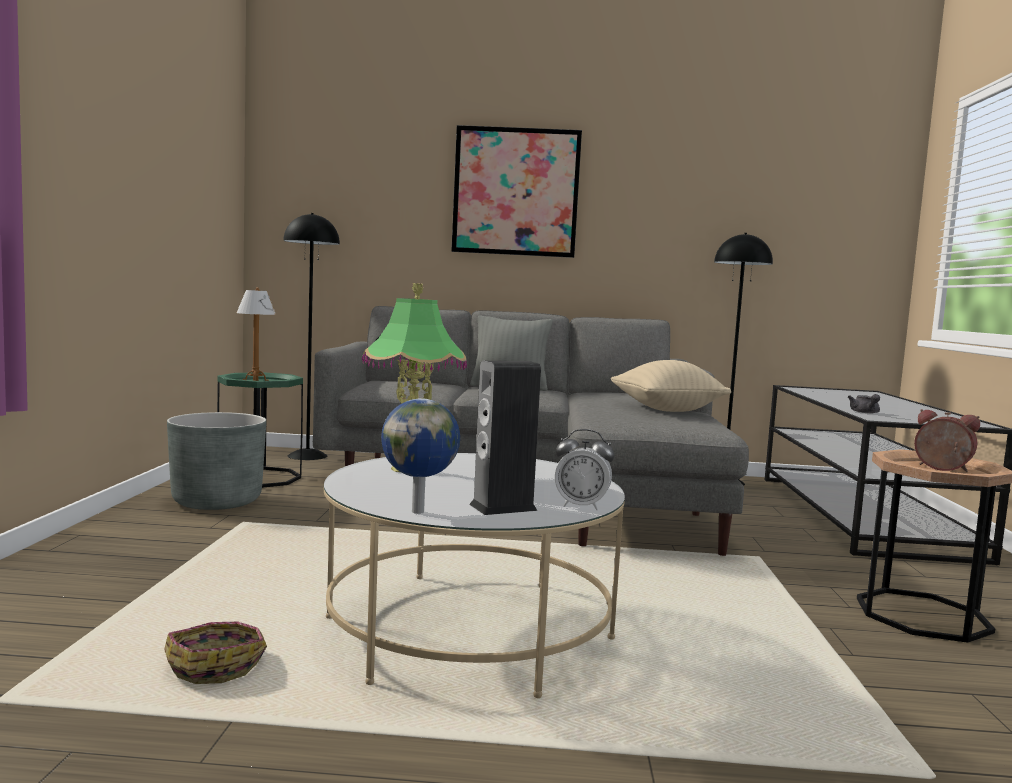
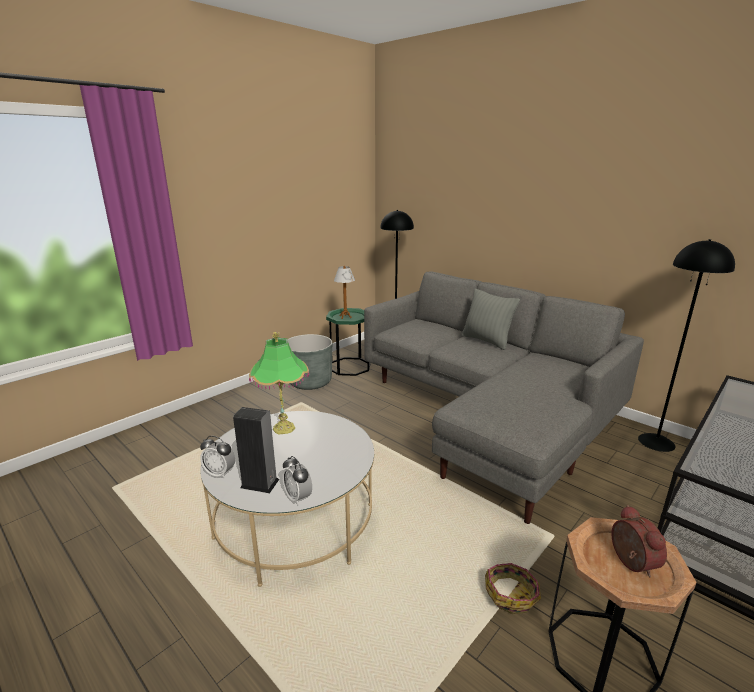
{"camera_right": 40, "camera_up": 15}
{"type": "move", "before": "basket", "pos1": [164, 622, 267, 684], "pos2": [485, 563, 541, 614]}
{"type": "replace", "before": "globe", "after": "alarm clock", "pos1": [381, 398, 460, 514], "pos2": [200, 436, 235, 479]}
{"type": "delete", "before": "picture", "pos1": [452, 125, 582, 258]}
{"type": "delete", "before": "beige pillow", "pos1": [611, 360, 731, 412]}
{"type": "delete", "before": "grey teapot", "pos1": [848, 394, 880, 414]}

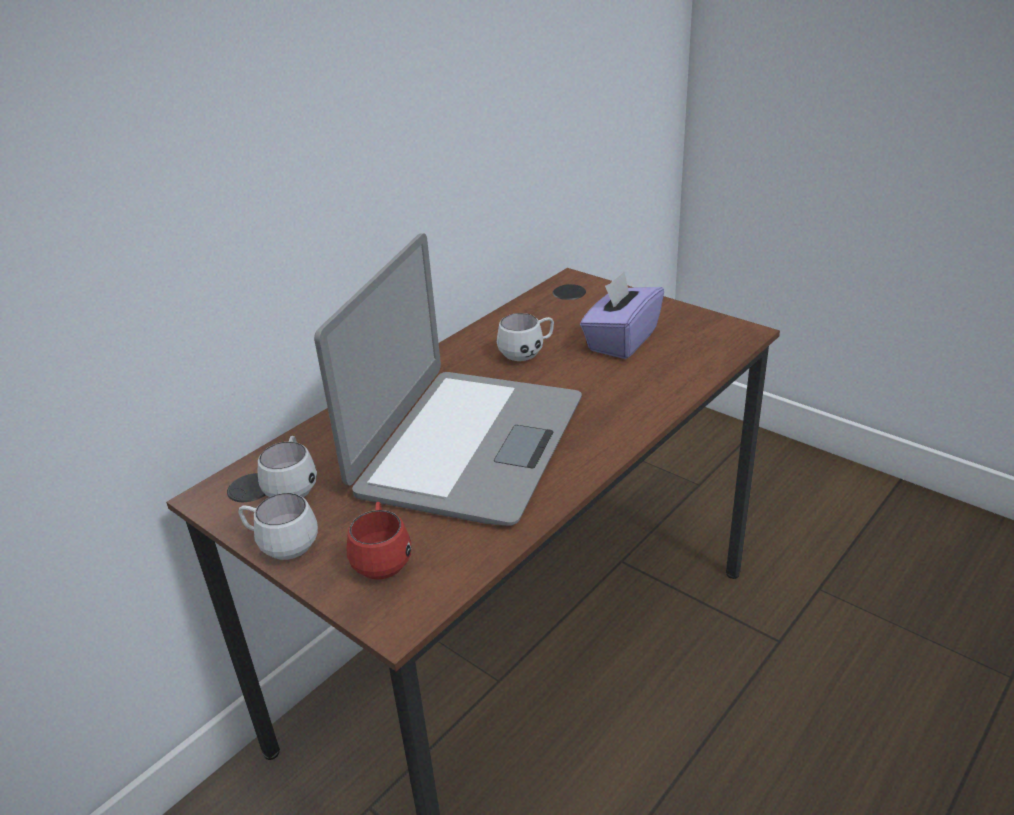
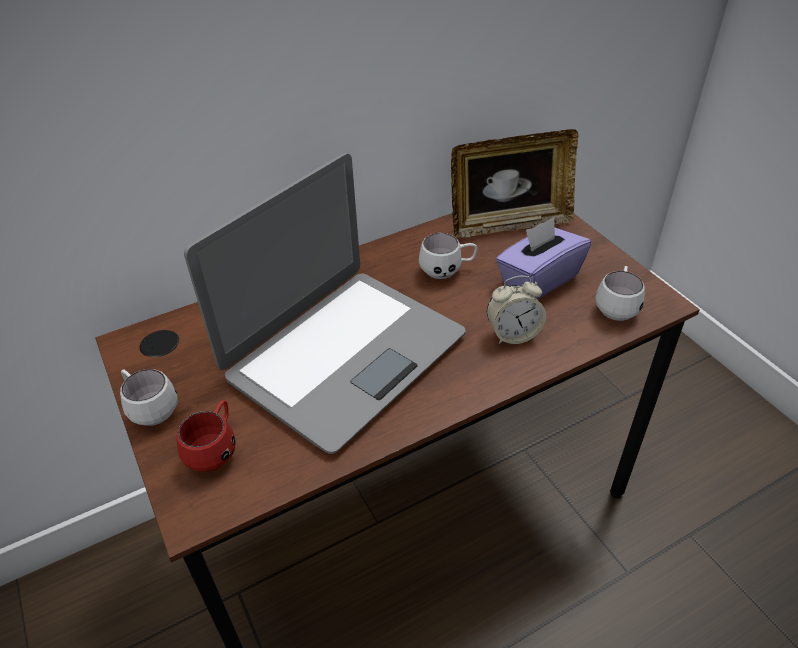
{"camera_right": 20, "camera_up": 10}
{"type": "move", "before": "white mug", "pos1": [258, 436, 317, 498], "pos2": [596, 266, 645, 321]}
{"type": "insert", "after": "picture frame", "pos2": [451, 129, 578, 238]}
{"type": "insert", "after": "alarm clock", "pos2": [487, 276, 546, 344]}

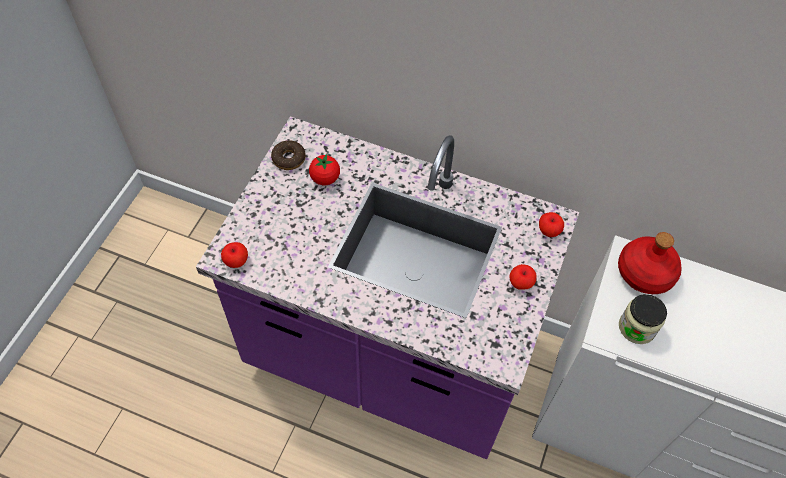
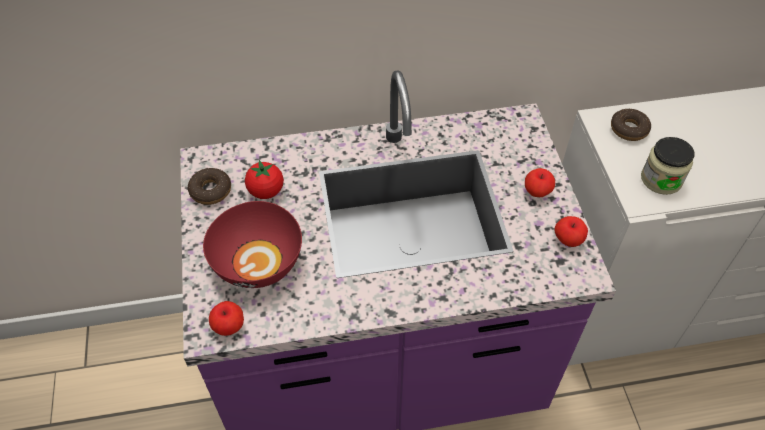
{"camera_right": -30, "camera_up": -5}
{"type": "move", "before": "apple", "pos1": [539, 212, 564, 237], "pos2": [555, 216, 588, 247]}
{"type": "replace", "before": "red bottle", "after": "donut", "pos1": [618, 232, 682, 294], "pos2": [611, 109, 651, 141]}
{"type": "insert", "after": "red bowl", "pos2": [203, 201, 302, 288]}

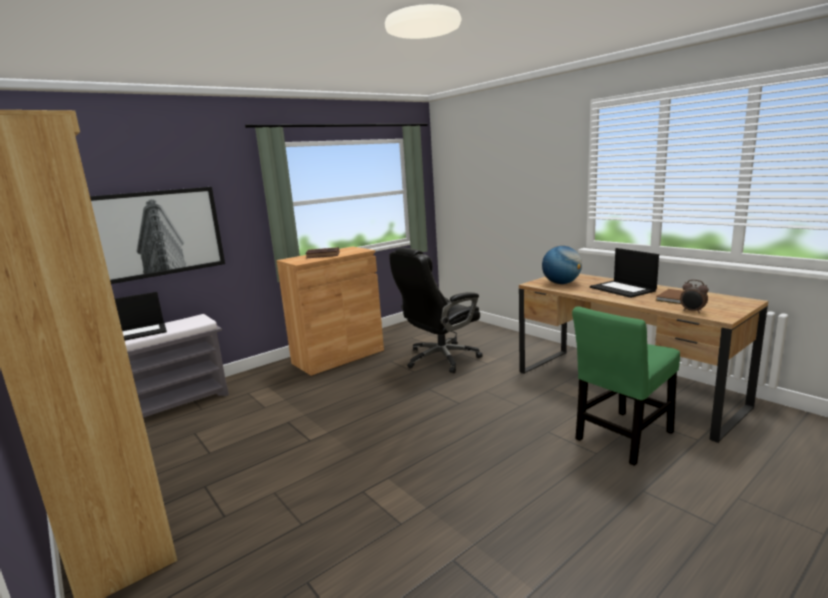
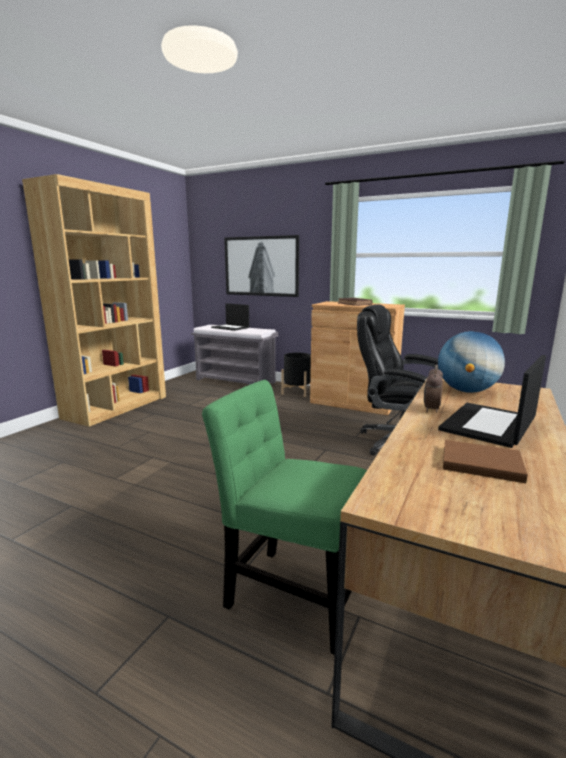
{"camera_right": 65, "camera_up": 0}
{"type": "move", "before": "alarm clock", "pos1": [680, 279, 709, 313], "pos2": [424, 365, 443, 412]}
{"type": "insert", "after": "black planter", "pos2": [281, 353, 311, 397]}

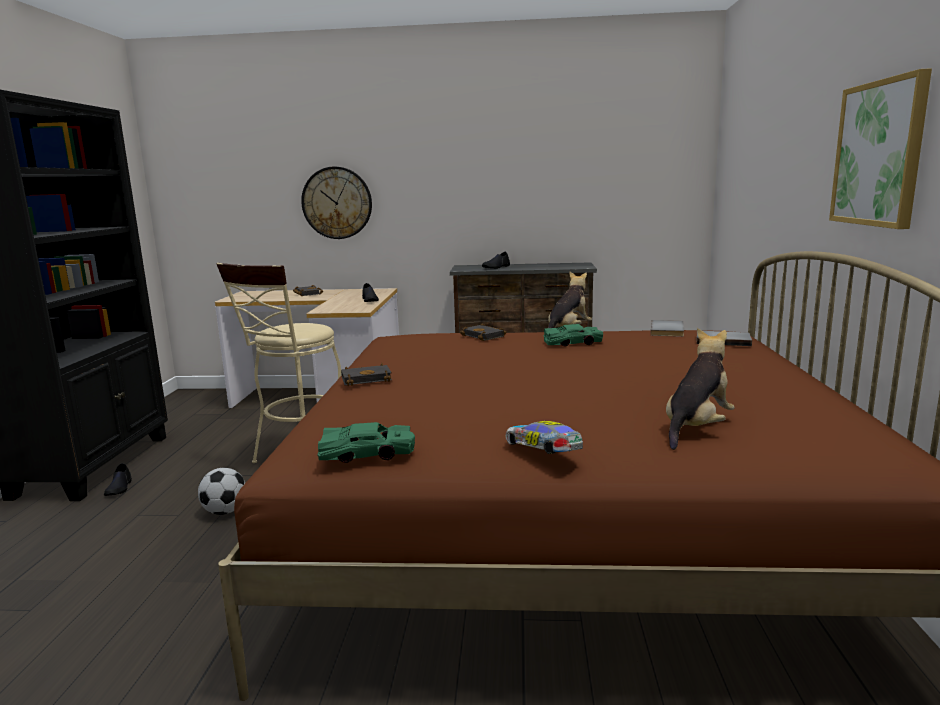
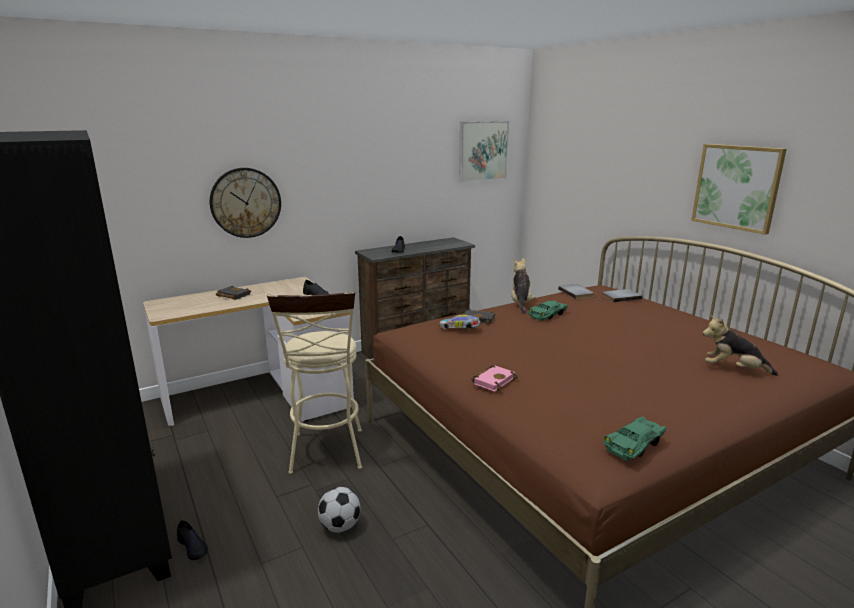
{"camera_right": -35, "camera_up": 5}
{"type": "recolor", "before": "black book", "after": "pink book", "pos1": [341, 363, 392, 386], "pos2": [471, 365, 518, 392]}
{"type": "move", "before": "toy car", "pos1": [506, 421, 583, 454], "pos2": [439, 315, 480, 329]}
{"type": "rotate", "before": "plush toy", "pos1": [666, 328, 735, 450], "pos2": [702, 314, 778, 376], "turn": -75}
{"type": "insert", "after": "picture", "pos2": [459, 121, 509, 182]}

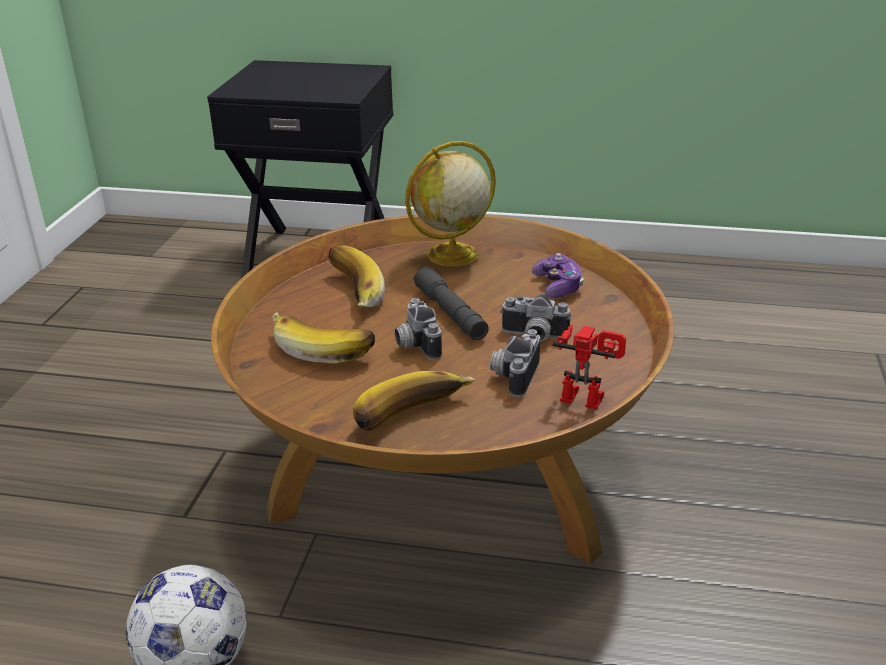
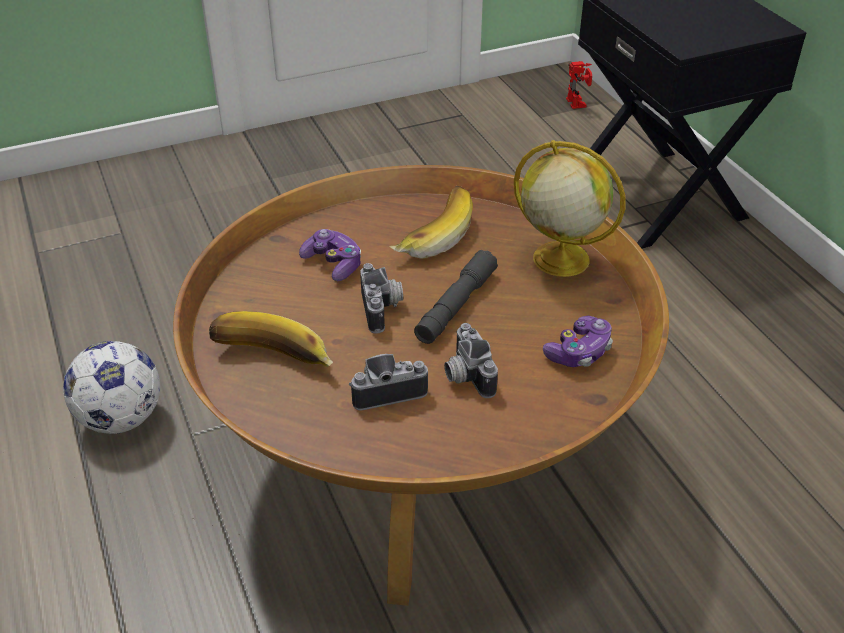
{"camera_right": 55, "camera_up": 10}
{"type": "replace", "before": "banana", "after": "game controller", "pos1": [272, 312, 375, 363], "pos2": [299, 229, 361, 281]}
{"type": "rotate", "before": "photo camera", "pos1": [395, 298, 442, 360], "pos2": [360, 263, 403, 334], "turn": 135}
{"type": "move", "before": "toy robot", "pos1": [553, 325, 626, 409], "pos2": [566, 61, 592, 109]}

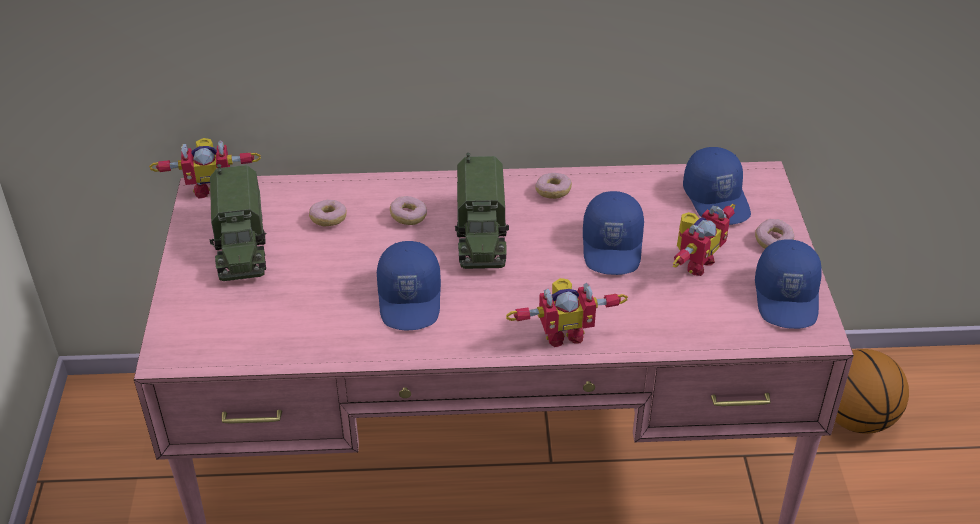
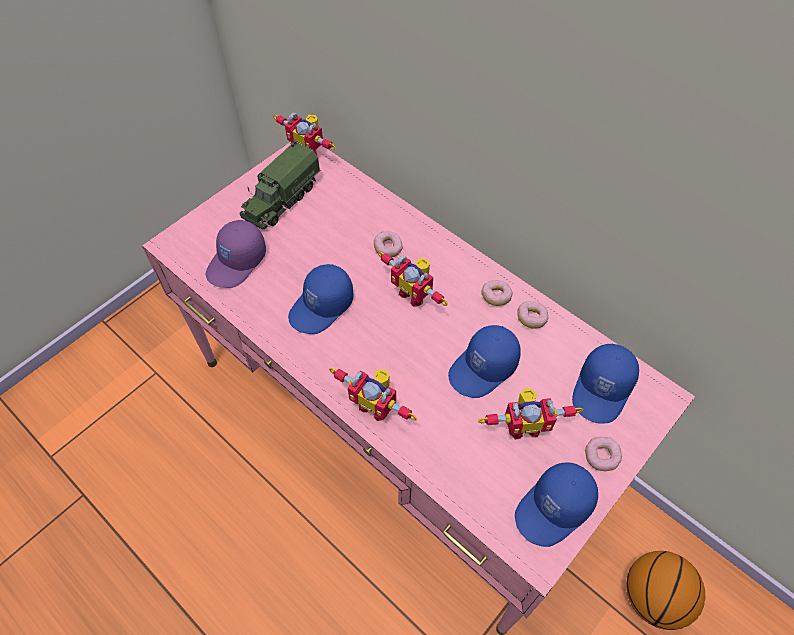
{"camera_right": 45, "camera_up": 15}
{"type": "move", "before": "donut", "pos1": [309, 200, 347, 226], "pos2": [517, 301, 548, 329]}
{"type": "replace", "before": "toy truck", "after": "toy robot", "pos1": [455, 153, 509, 269], "pos2": [378, 252, 448, 307]}
{"type": "insert", "after": "purple cap", "pos2": [206, 220, 266, 288]}

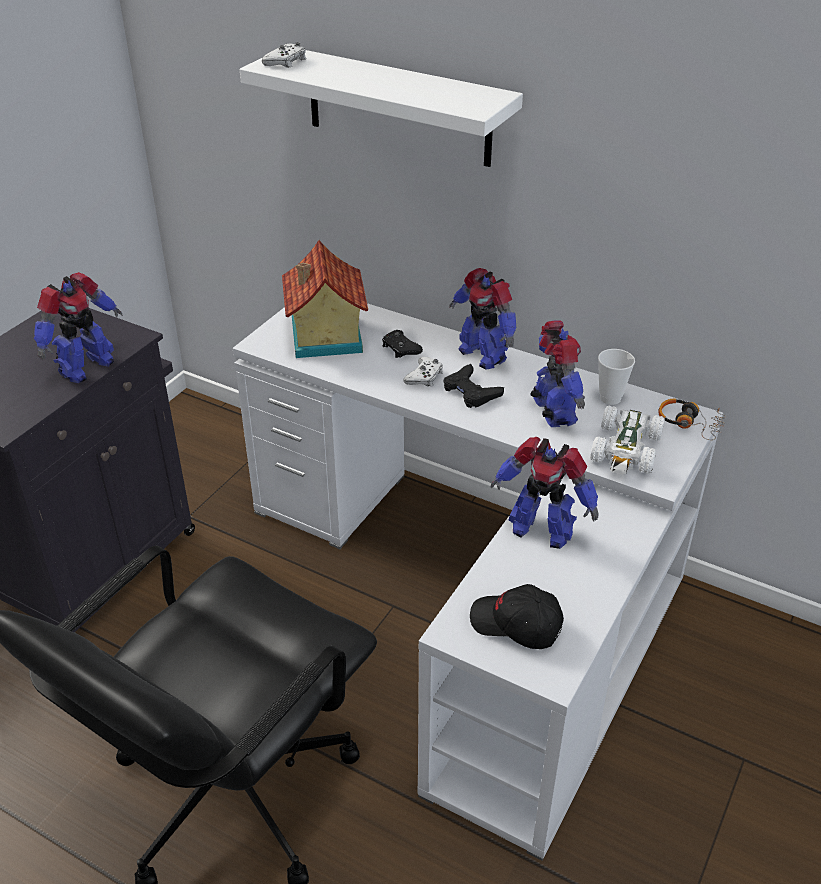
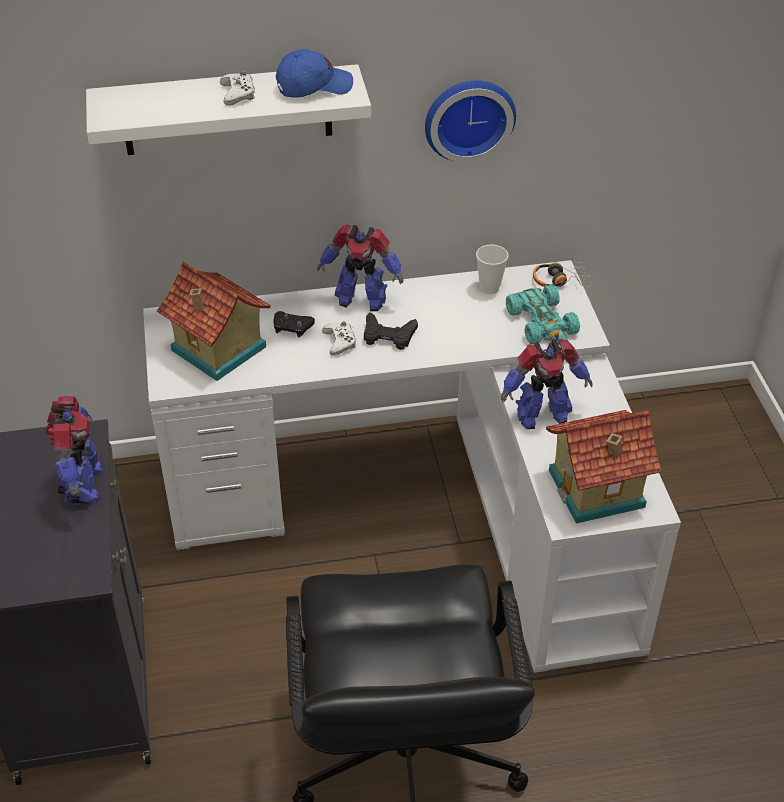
{"camera_right": -40, "camera_up": 5}
{"type": "move", "before": "white game controller", "pos1": [262, 42, 306, 68], "pos2": [220, 71, 255, 106]}
{"type": "replace", "before": "black cap", "after": "toy house", "pos1": [470, 584, 564, 649], "pos2": [546, 410, 662, 524]}
{"type": "delete", "before": "toy robot", "pos1": [531, 320, 585, 427]}
{"type": "recolor", "before": "white toy car", "after": "turquoise toy car", "pos1": [590, 406, 665, 475], "pos2": [506, 284, 580, 345]}
{"type": "insert", "after": "blue cap", "pos2": [276, 49, 353, 98]}
{"type": "insert", "after": "wall clock", "pos2": [425, 80, 516, 163]}

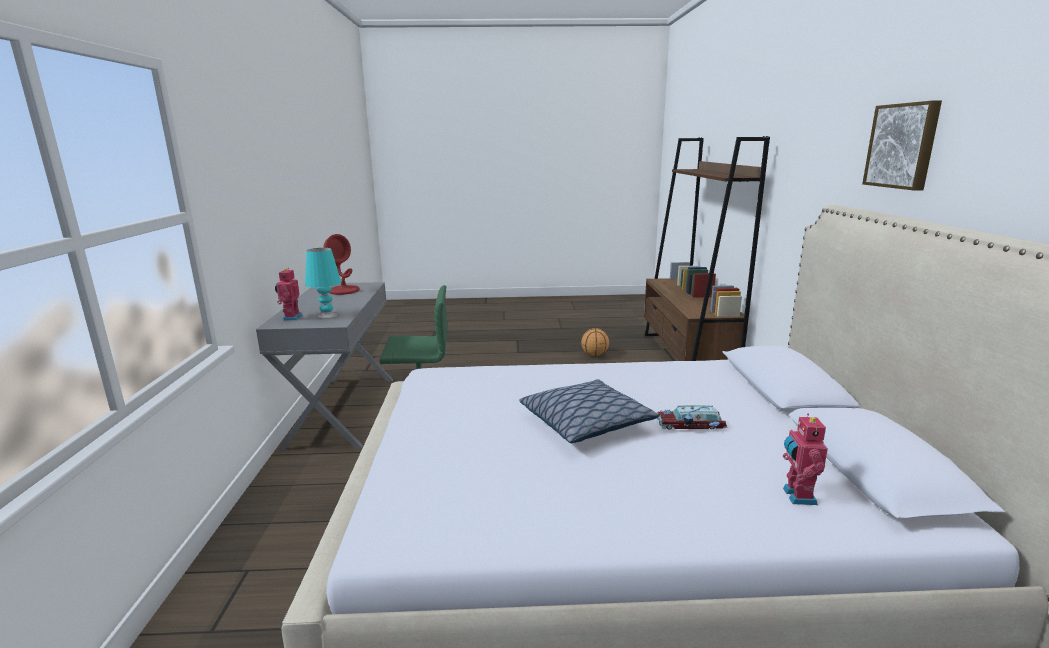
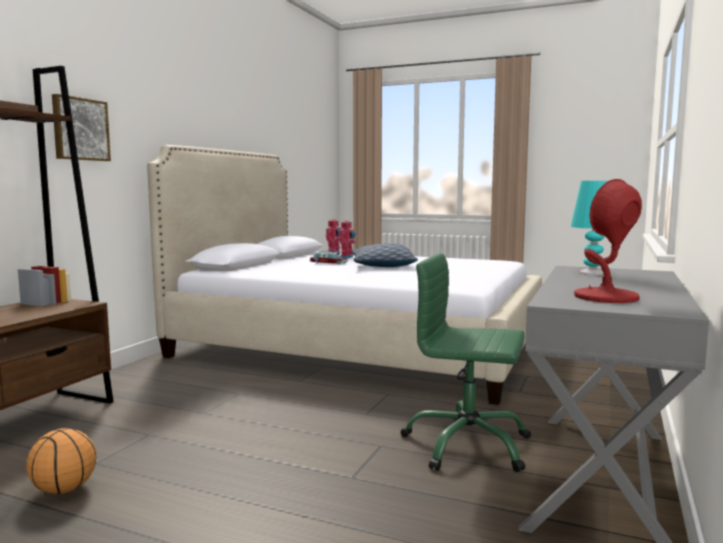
{"camera_right": -155, "camera_up": -10}
{"type": "move", "before": "toy robot", "pos1": [275, 268, 303, 320], "pos2": [339, 220, 356, 258]}
{"type": "move", "before": "picture", "pos1": [862, 100, 942, 191], "pos2": [52, 94, 111, 161]}

